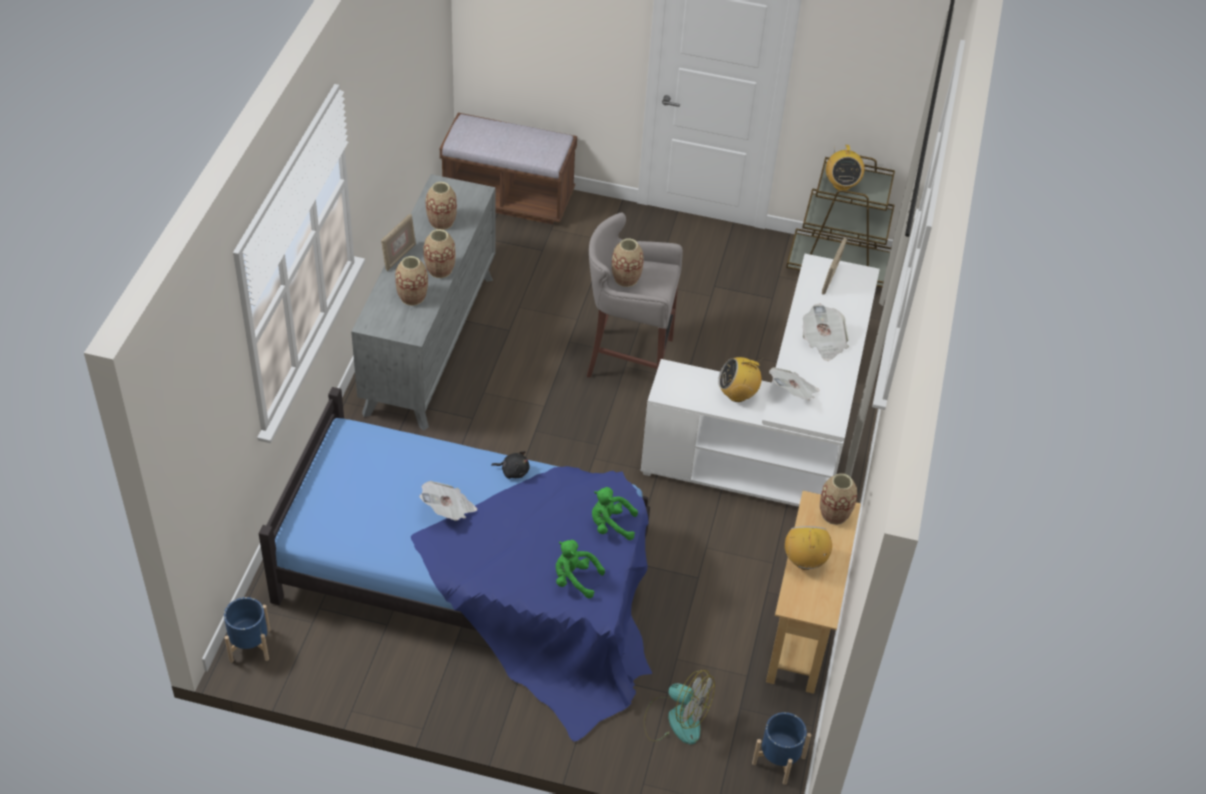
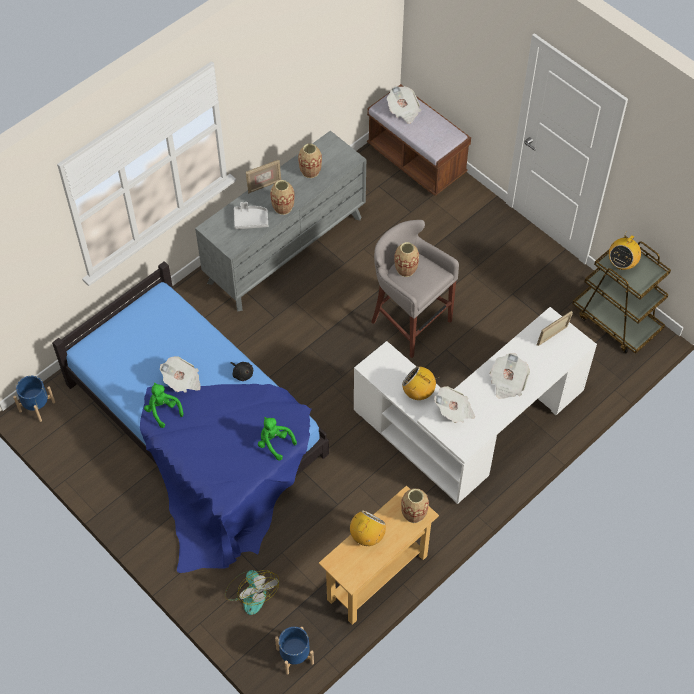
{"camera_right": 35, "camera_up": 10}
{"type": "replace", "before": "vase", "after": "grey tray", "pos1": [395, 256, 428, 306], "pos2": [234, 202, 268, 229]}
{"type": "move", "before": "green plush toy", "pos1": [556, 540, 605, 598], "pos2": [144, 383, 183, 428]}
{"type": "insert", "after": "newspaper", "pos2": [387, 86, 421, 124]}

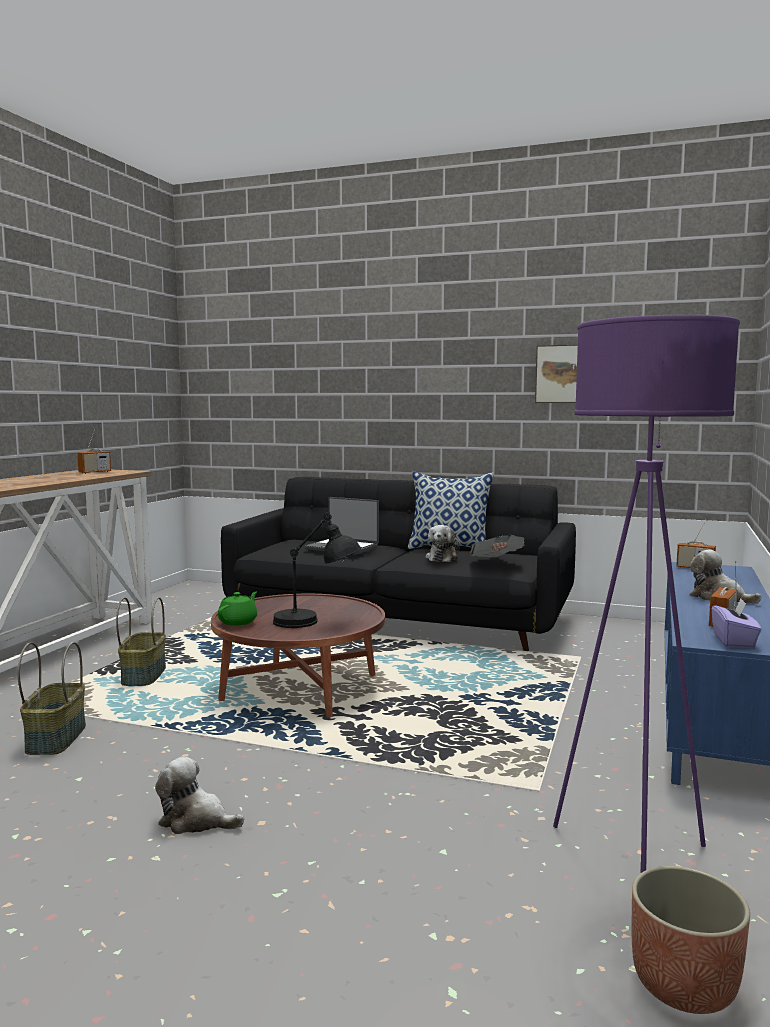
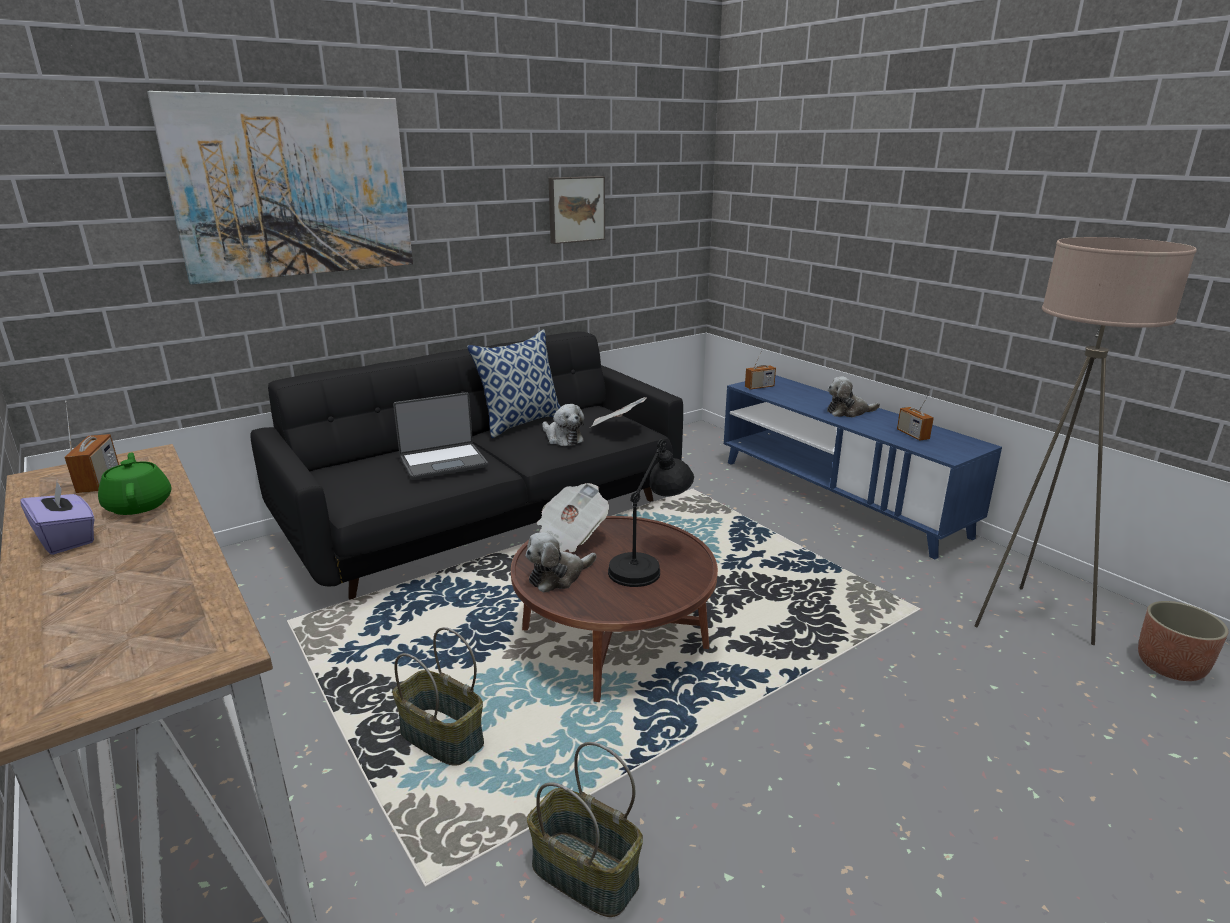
{"camera_right": -55, "camera_up": 15}
{"type": "move", "before": "plush toy", "pos1": [155, 757, 244, 834], "pos2": [525, 532, 596, 593]}
{"type": "move", "before": "green teapot", "pos1": [218, 592, 257, 626], "pos2": [98, 452, 171, 515]}
{"type": "recolor", "before": "purple floor lamp", "after": "beige floor lamp", "pos1": [553, 315, 740, 873], "pos2": [974, 237, 1197, 645]}
{"type": "move", "before": "purple tissue box", "pos1": [712, 599, 762, 648], "pos2": [20, 482, 95, 555]}
{"type": "insert", "after": "picture", "pos2": [147, 91, 413, 285]}
{"type": "insert", "after": "newspaper", "pos2": [537, 483, 609, 552]}

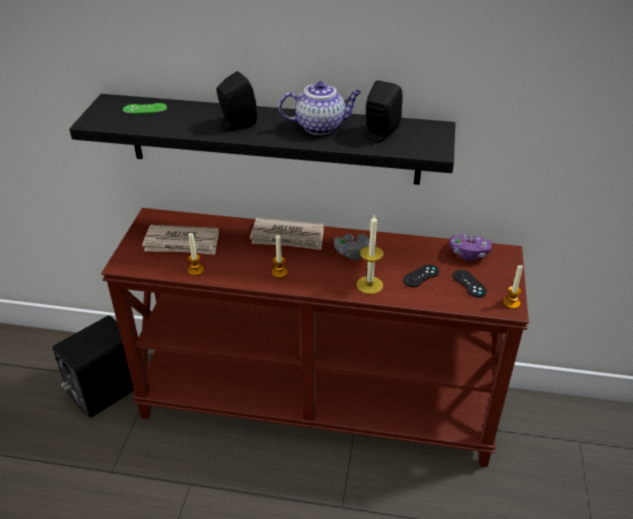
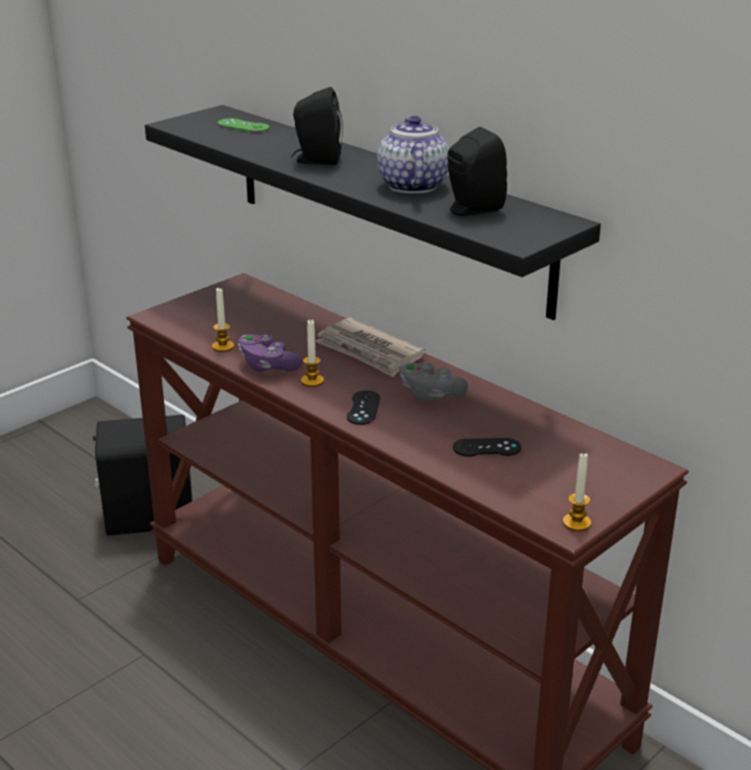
{"camera_right": 35, "camera_up": -10}
{"type": "delete", "before": "newspaper", "pos1": [142, 225, 219, 255]}
{"type": "rotate", "before": "teapot", "pos1": [279, 81, 361, 135], "pos2": [377, 116, 449, 193], "turn": -120}
{"type": "delete", "before": "candle", "pos1": [357, 214, 384, 294]}
{"type": "move", "before": "purple game controller", "pos1": [449, 234, 492, 261], "pos2": [238, 334, 303, 372]}
{"type": "move", "before": "black game controller", "pos1": [453, 270, 487, 297], "pos2": [347, 391, 380, 425]}

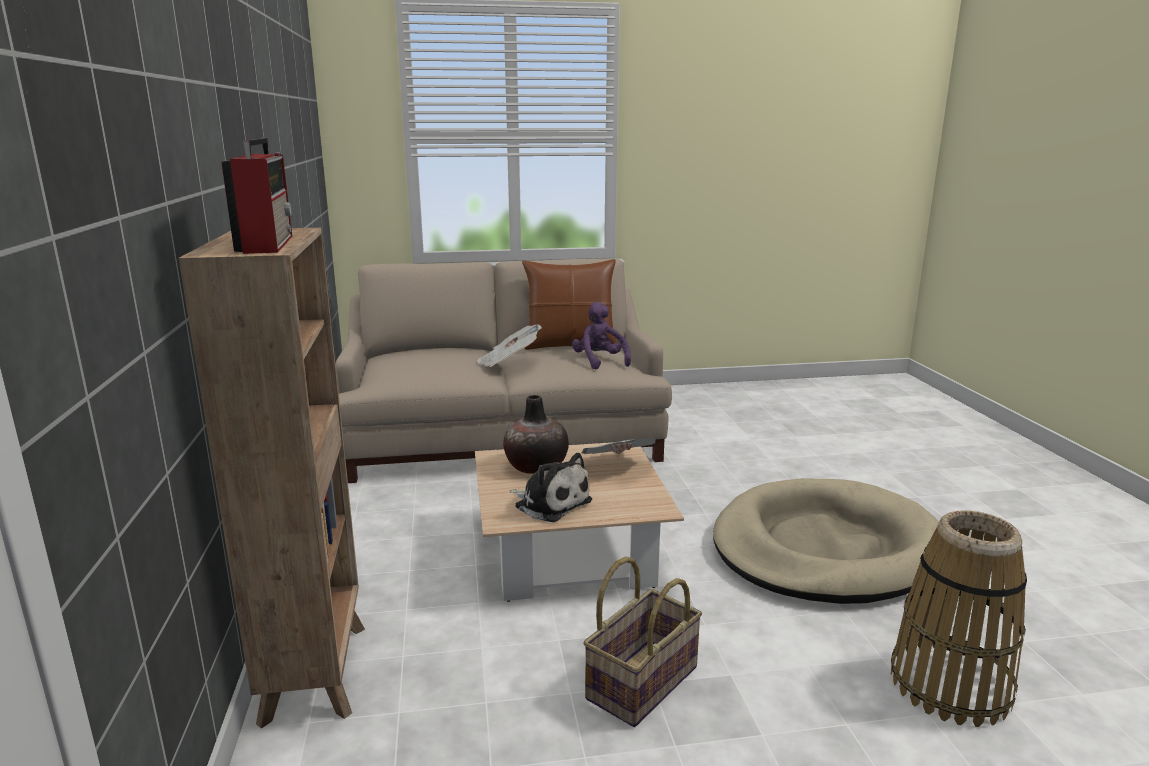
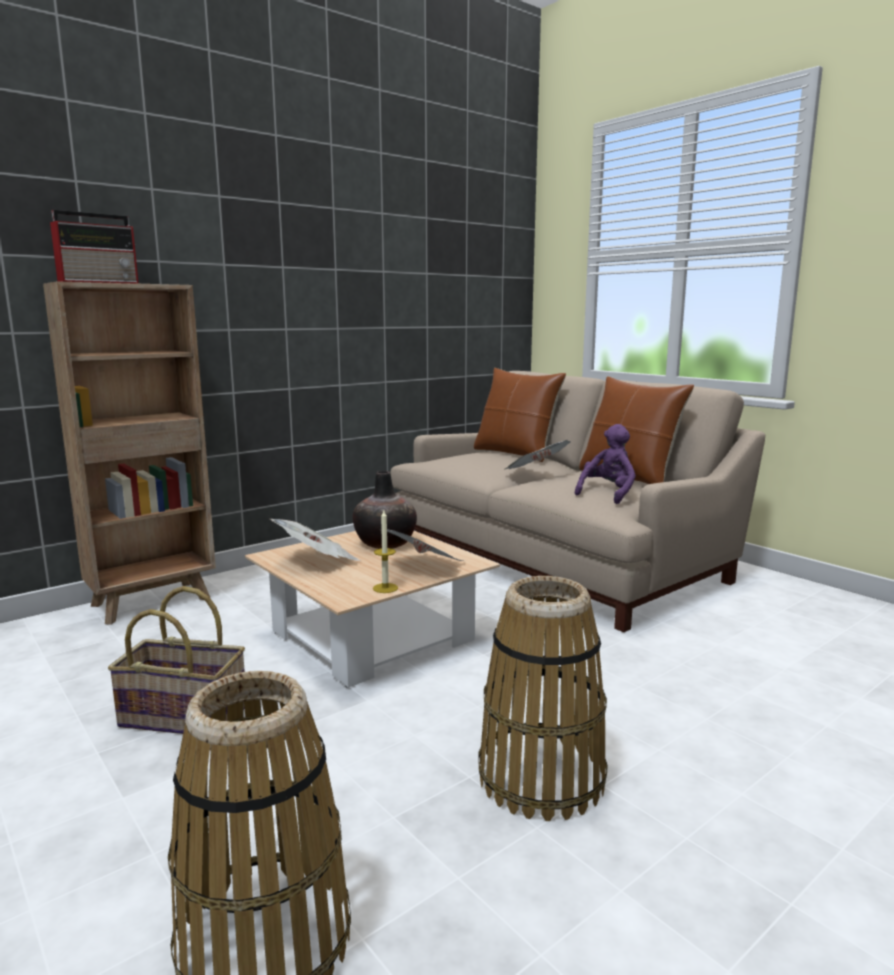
{"camera_right": 60, "camera_up": -5}
{"type": "replace", "before": "plush toy", "after": "newspaper", "pos1": [509, 453, 592, 522], "pos2": [270, 519, 361, 561]}
{"type": "replace", "before": "beige dog bed", "after": "basket", "pos1": [713, 478, 939, 604], "pos2": [478, 576, 608, 821]}
{"type": "insert", "after": "candle", "pos2": [373, 511, 398, 593]}
{"type": "insert", "after": "brown pillow", "pos2": [474, 368, 566, 462]}

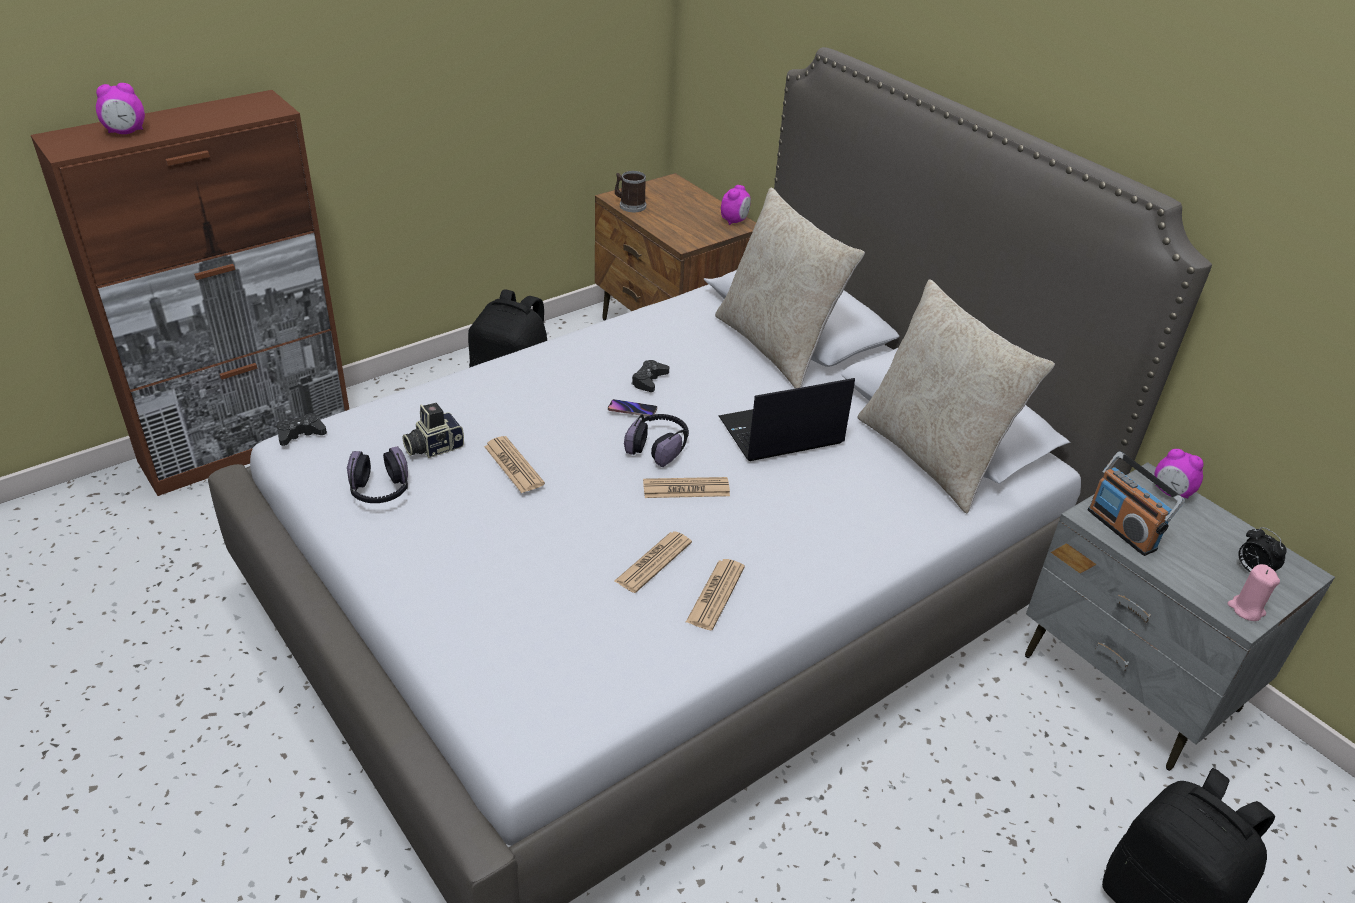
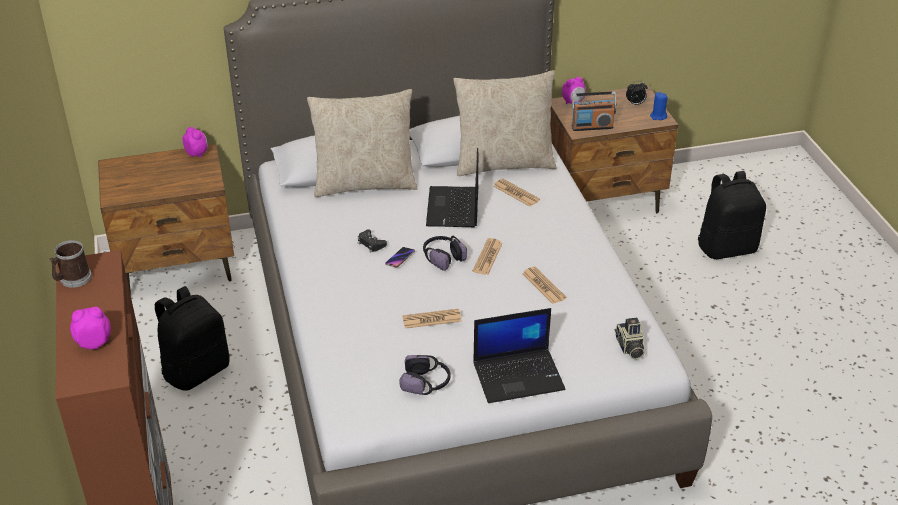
{"camera_right": -65, "camera_up": 0}
{"type": "rotate", "before": "alarm clock", "pos1": [96, 83, 145, 134], "pos2": [70, 307, 111, 350], "turn": -105}
{"type": "delete", "before": "black game controller", "pos1": [277, 413, 327, 446]}
{"type": "move", "before": "photo camera", "pos1": [402, 403, 464, 458], "pos2": [615, 318, 645, 359]}
{"type": "move", "before": "mug", "pos1": [615, 171, 646, 212], "pos2": [49, 240, 92, 288]}
{"type": "move", "before": "newspaper", "pos1": [686, 559, 745, 630], "pos2": [493, 179, 540, 207]}
{"type": "recolor", "before": "grey nightstand", "after": "brown nightstand", "pos1": [1025, 462, 1335, 771], "pos2": [550, 85, 678, 213]}
{"type": "recolor", "before": "pink candle", "after": "blue candle", "pos1": [1227, 564, 1280, 621], "pos2": [650, 92, 668, 120]}
{"type": "insert", "after": "laptop", "pos2": [473, 308, 566, 403]}

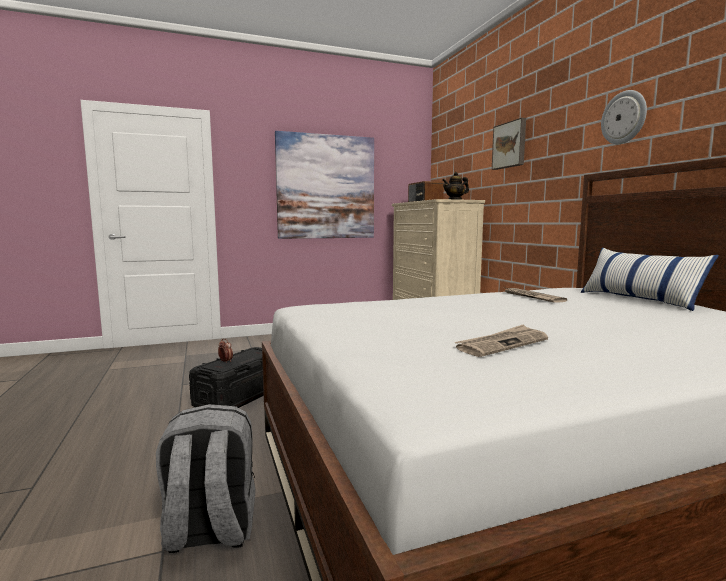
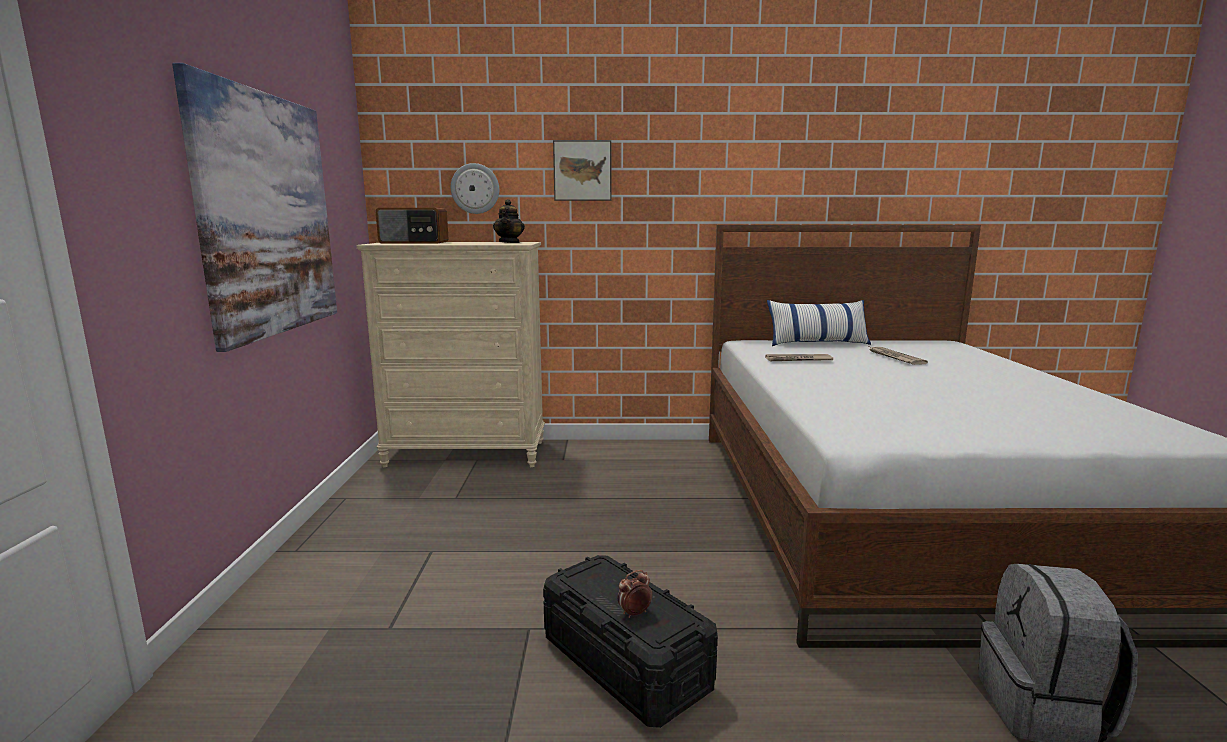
{"camera_right": -70, "camera_up": 5}
{"type": "move", "before": "newspaper", "pos1": [454, 324, 548, 357], "pos2": [870, 347, 928, 365]}
{"type": "move", "before": "wall clock", "pos1": [601, 90, 647, 144], "pos2": [451, 163, 499, 214]}

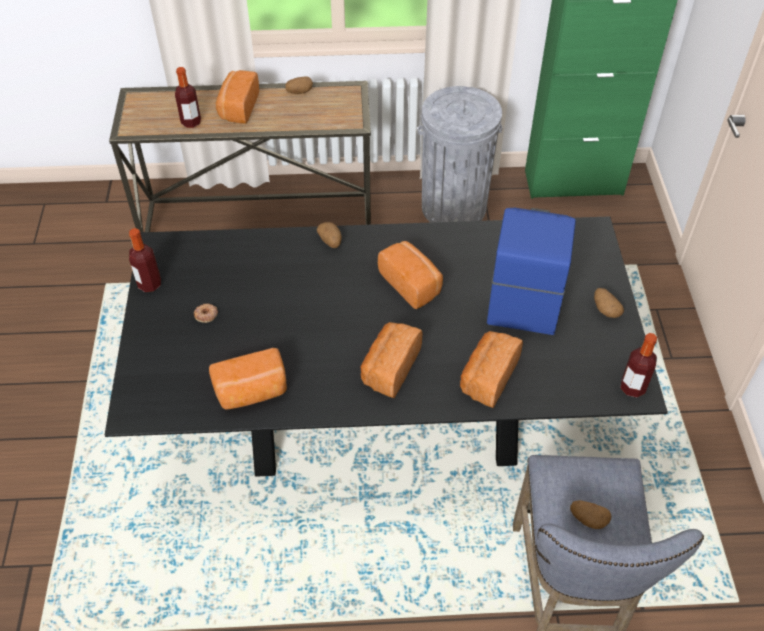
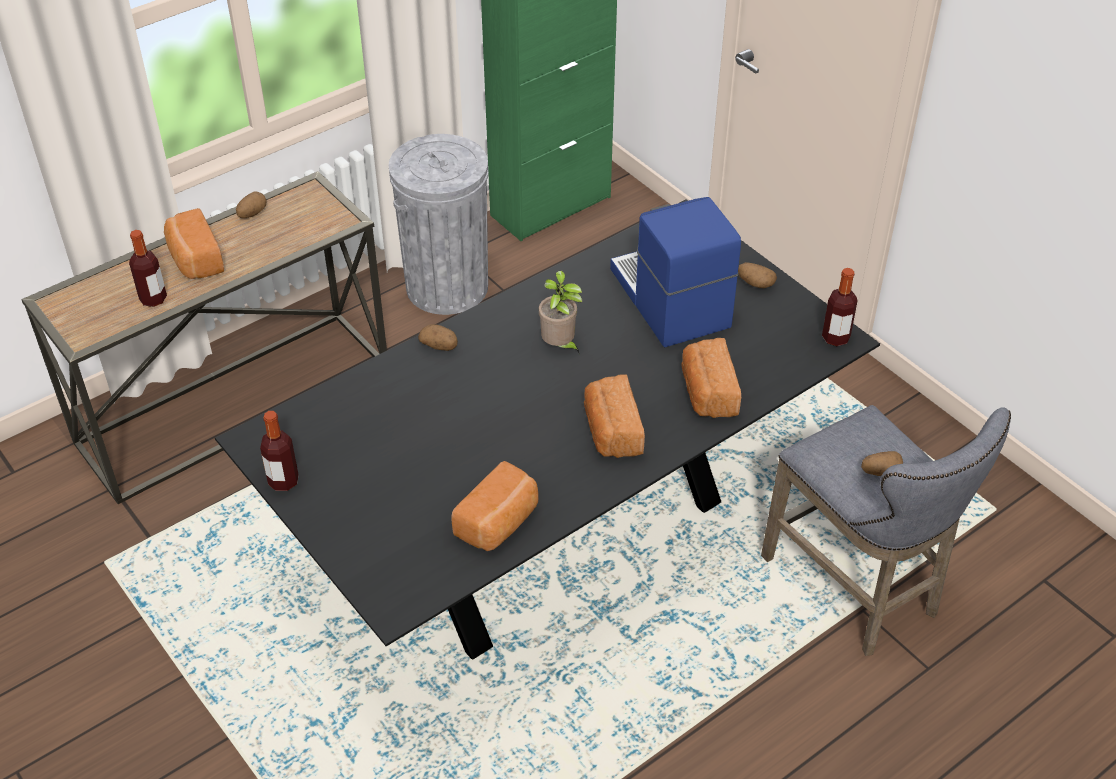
{"camera_right": -35, "camera_up": -5}
{"type": "delete", "before": "donut", "pos1": [194, 304, 218, 323]}
{"type": "replace", "before": "bread", "after": "potted plant", "pos1": [378, 241, 443, 309], "pos2": [539, 271, 582, 353]}

